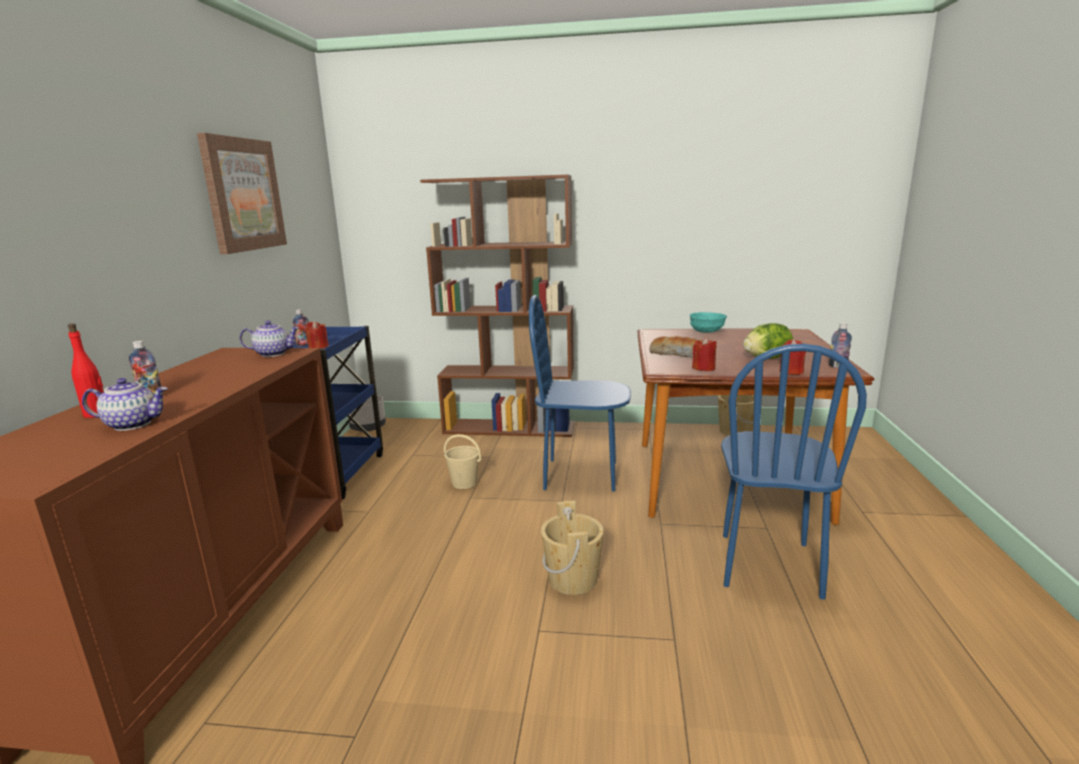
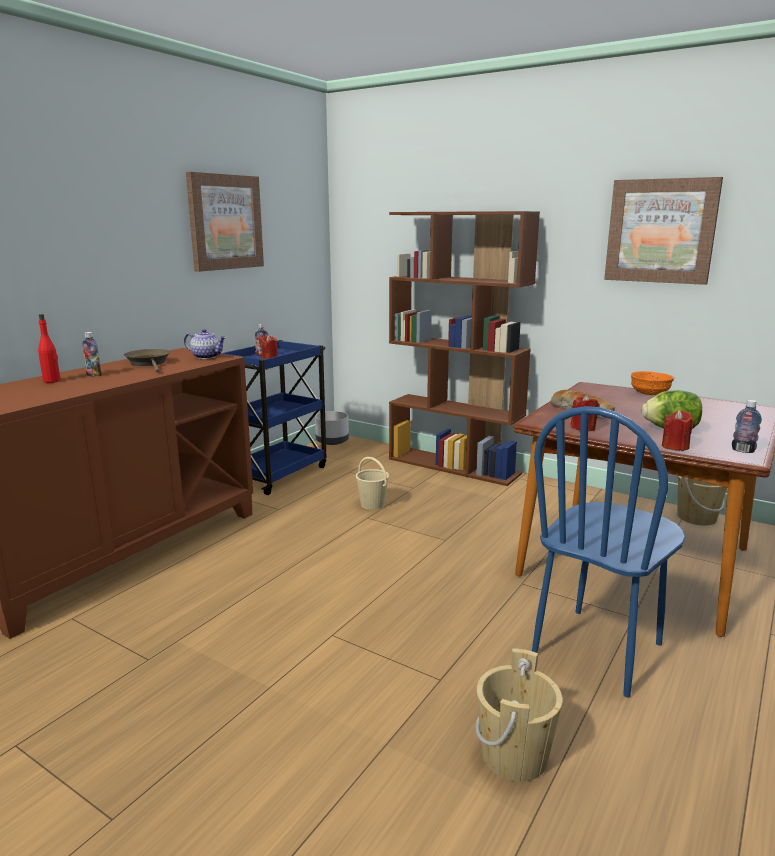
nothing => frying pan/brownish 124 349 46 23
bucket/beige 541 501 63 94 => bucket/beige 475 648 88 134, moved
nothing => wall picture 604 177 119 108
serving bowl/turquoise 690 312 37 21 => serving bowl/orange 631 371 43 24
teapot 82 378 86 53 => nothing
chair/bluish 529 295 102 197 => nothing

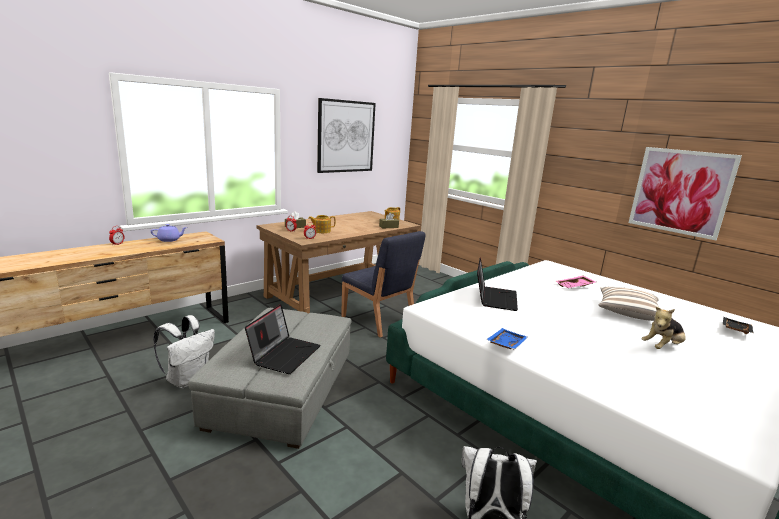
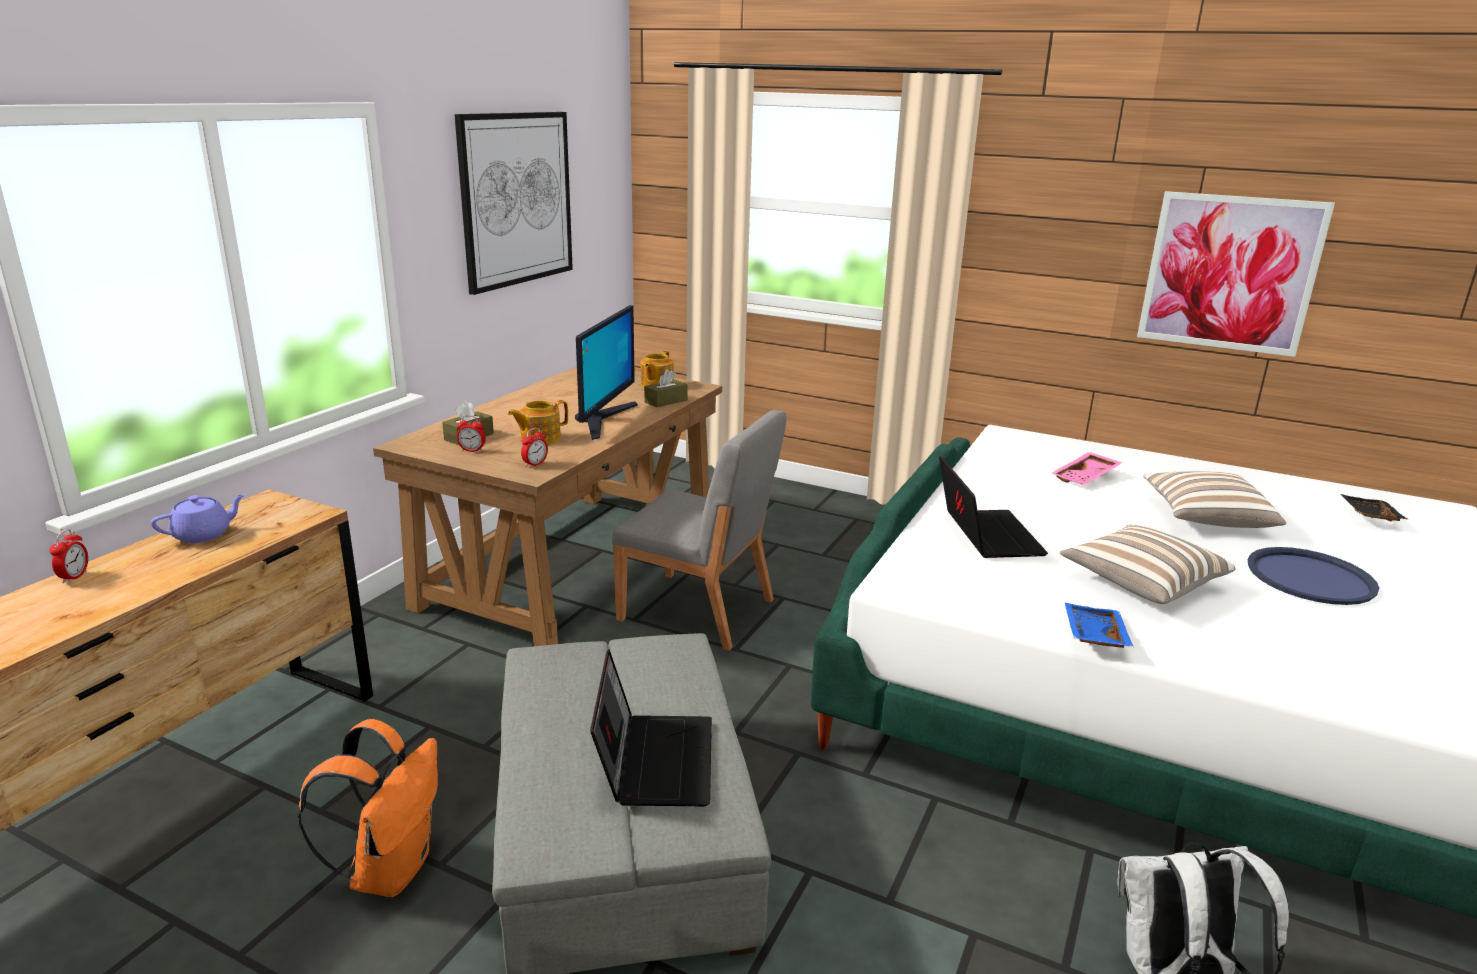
backpack/whitish 154 315 61 73 => backpack/orange 298 719 140 178
nothing => computer display 575 305 63 135
chair/bluish 341 231 85 106 => chair/greyish 612 410 175 241
nothing => pillow 1059 525 176 79
plush toy 641 307 45 42 => serving tray/bluish 1248 547 131 58

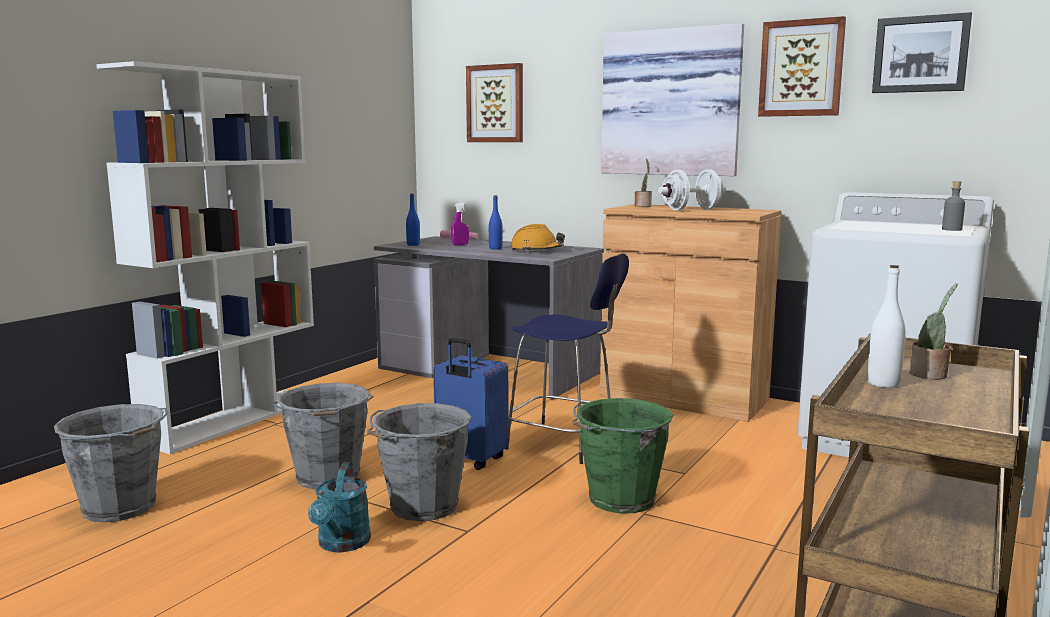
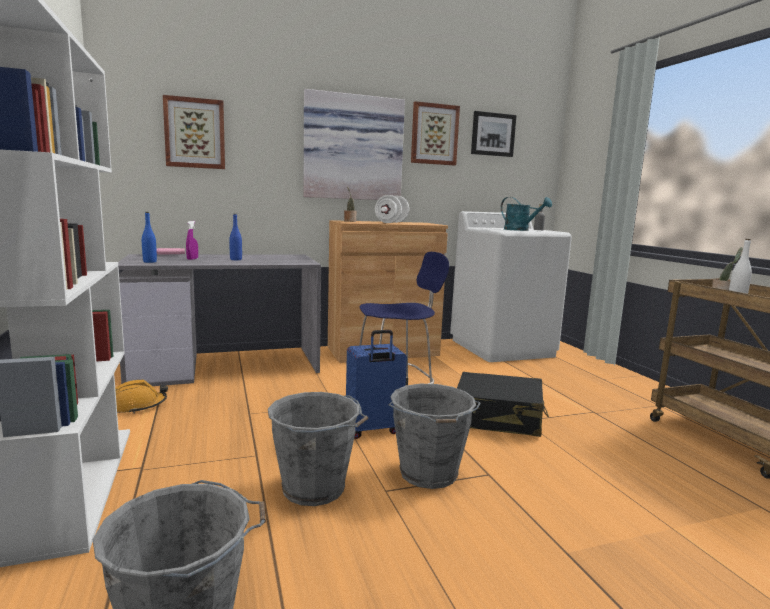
safety helmet/orange 511 224 54 28 => safety helmet/orange 115 379 53 35, moved
bucket/green 572 398 101 115 => piece of luggage/blackish 457 372 92 65
watering can/turquoise 308 462 63 91 => watering can/turquoise 501 197 51 34, moved

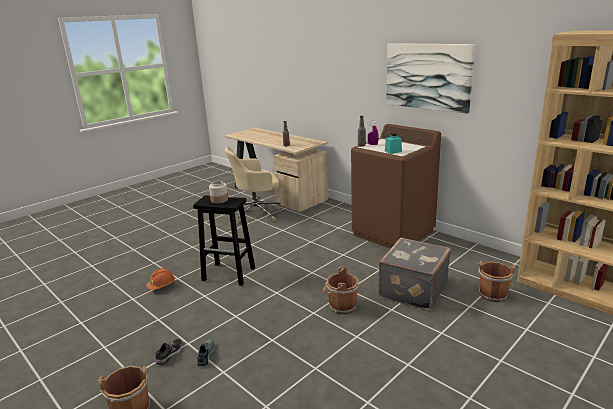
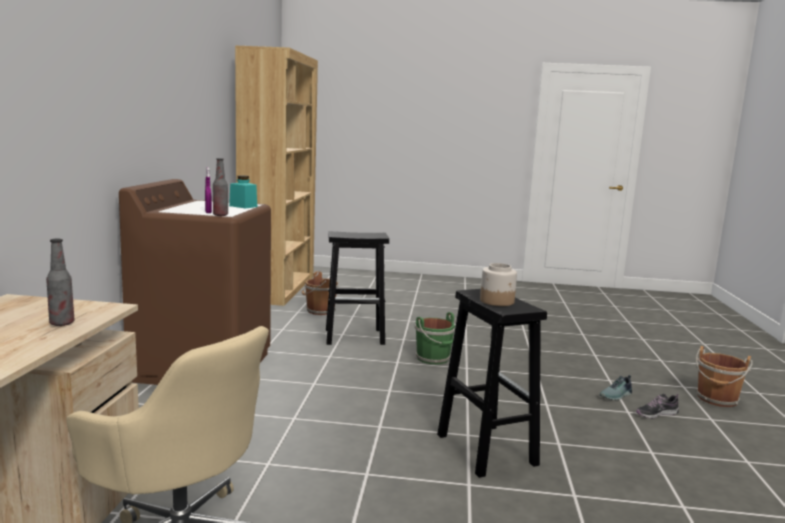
piece of luggage/greyish 378 238 73 73 => stool/blackish 326 231 63 114
bucket/brownish 323 266 36 48 => bucket/green 415 312 41 52
safety helmet/orange 146 268 29 22 => nothing
wall picture 386 43 89 71 => nothing

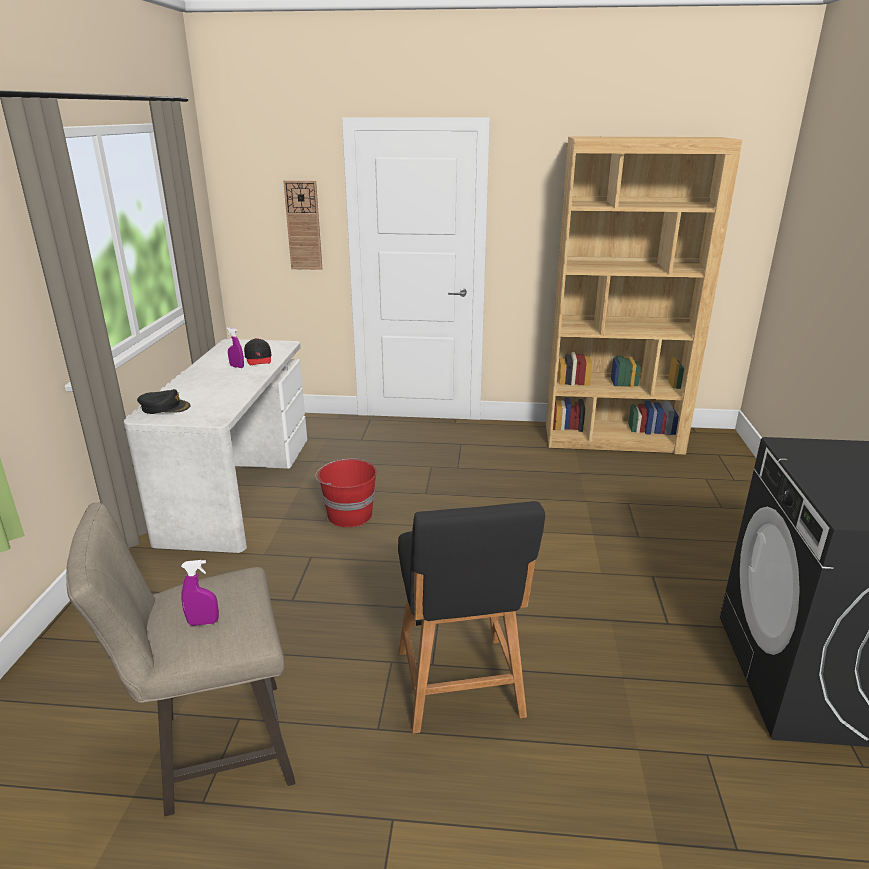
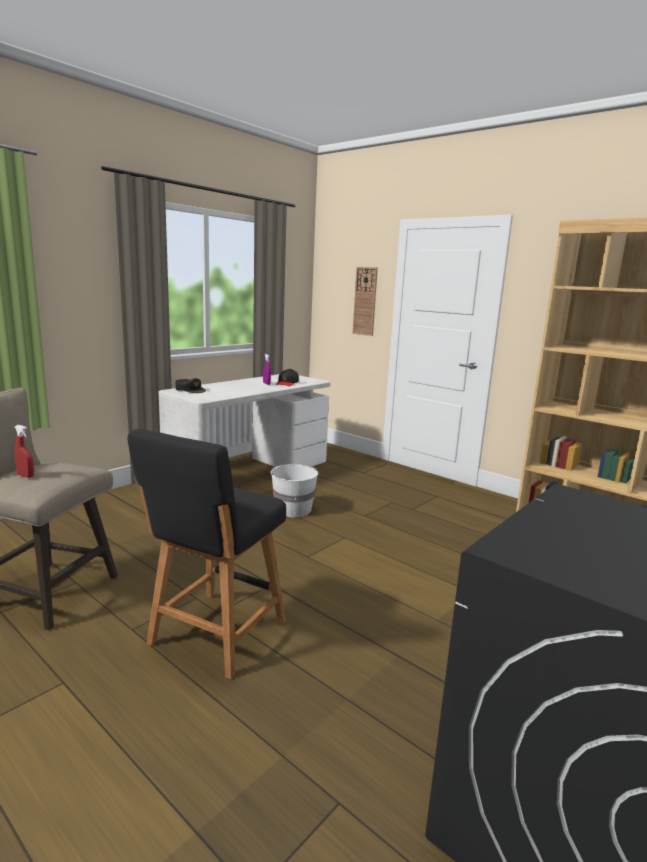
sprayer/purplish 181 560 38 66 => sprayer/red 14 425 20 53
bucket/red 315 458 62 69 => bucket/whitish 269 464 49 54

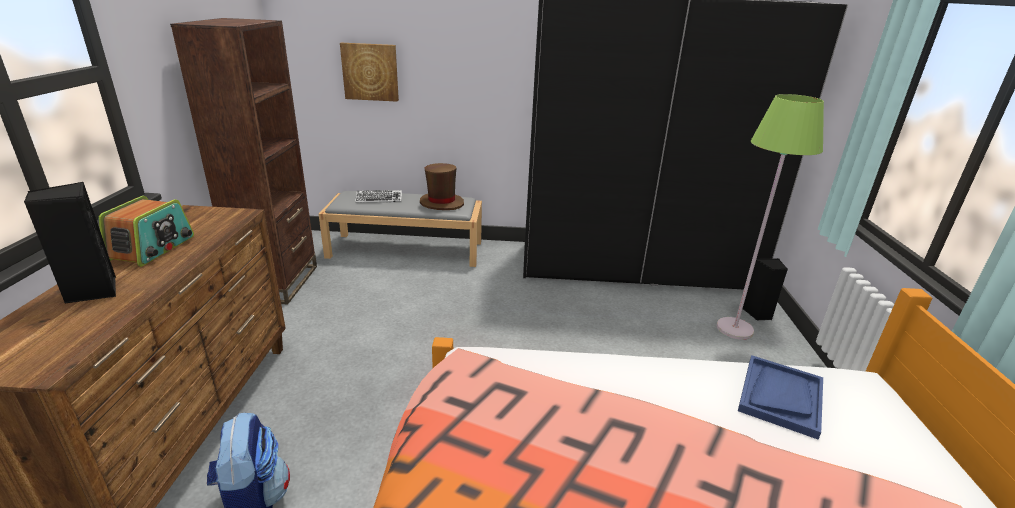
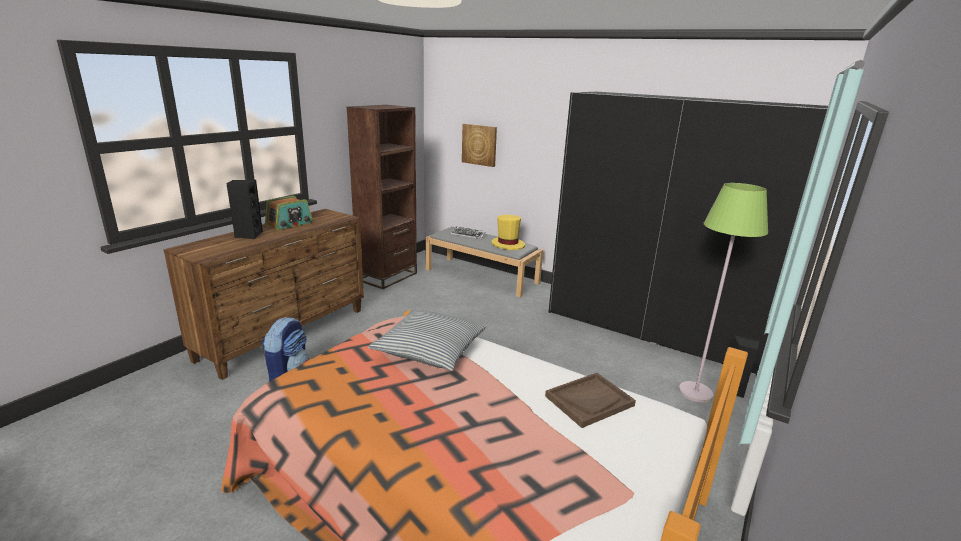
nothing => pillow 368 309 118 62
hat/brownish 420 163 44 47 => hat/yellow-coloured 492 215 33 35
serving tray/bluish 738 355 85 84 => serving tray/brownish 545 373 91 55

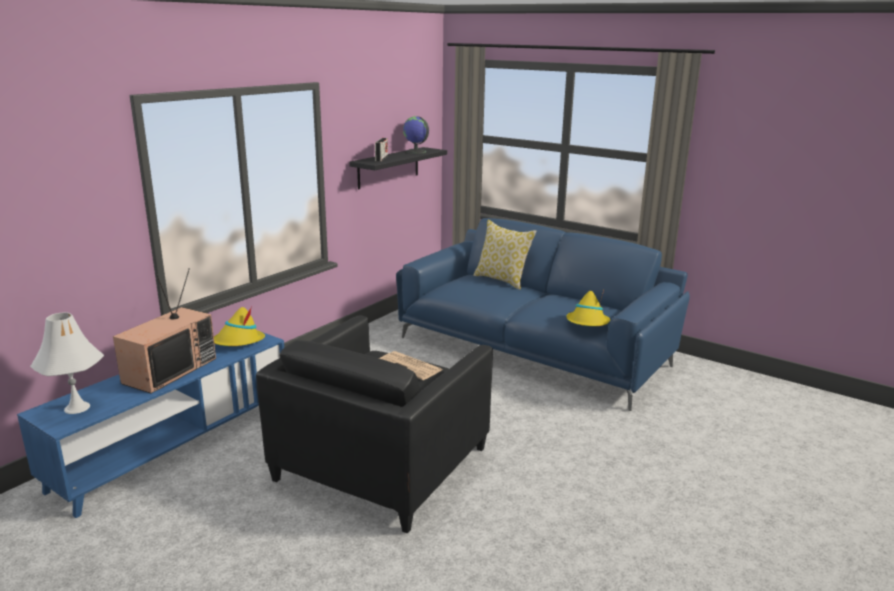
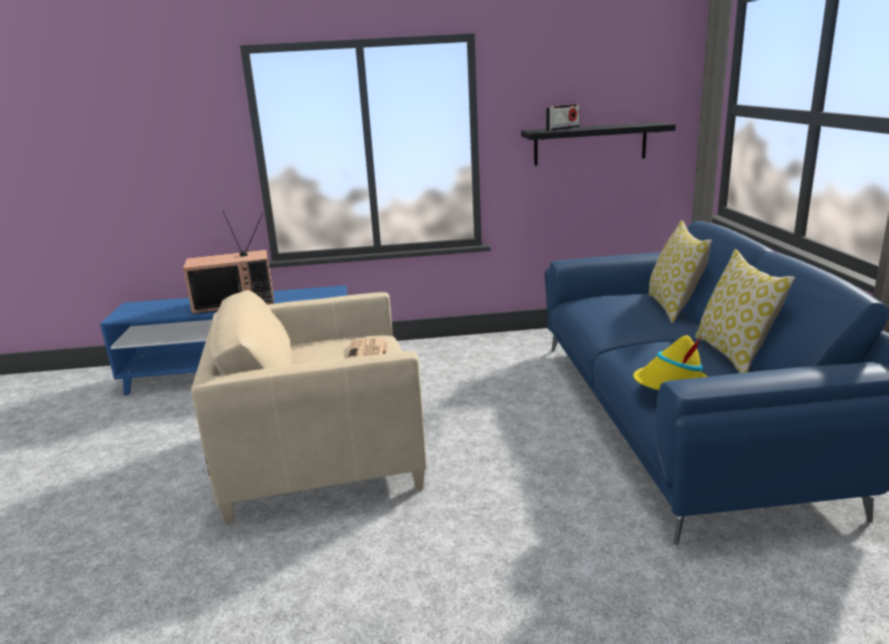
lounge chair/blackish 256 316 237 218 => lounge chair/beige 191 290 236 235
nothing => pillow 695 249 100 124
lamp for a table/whitish 30 312 74 102 => nothing
hat/yellow-coloured 214 306 51 40 => nothing
globe 403 116 26 38 => nothing

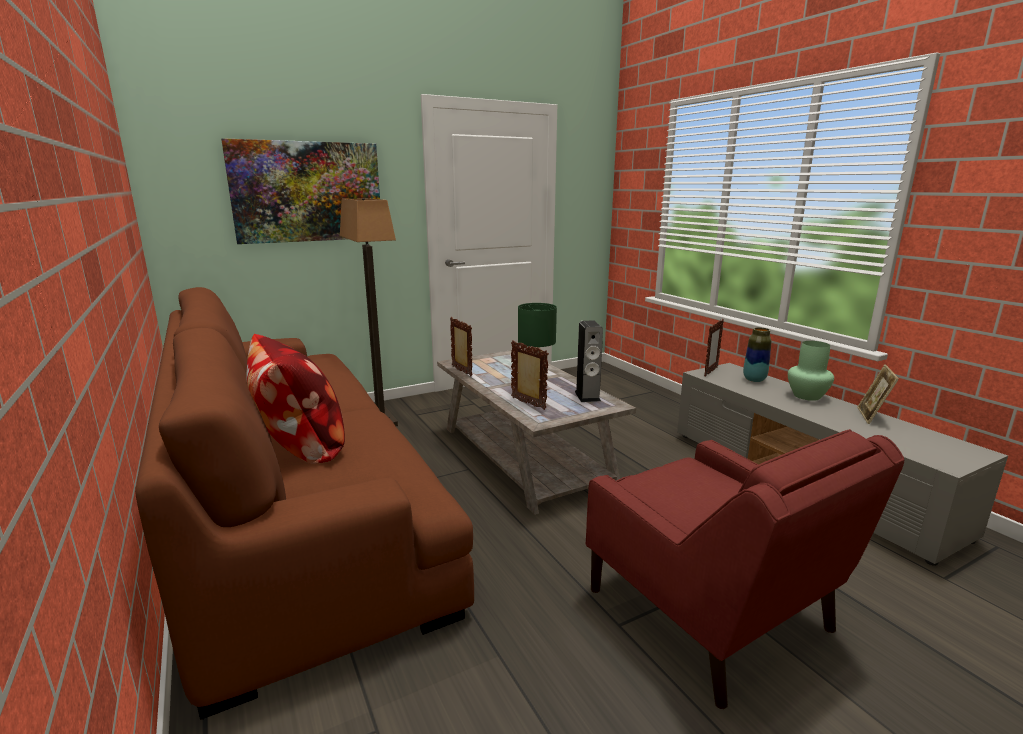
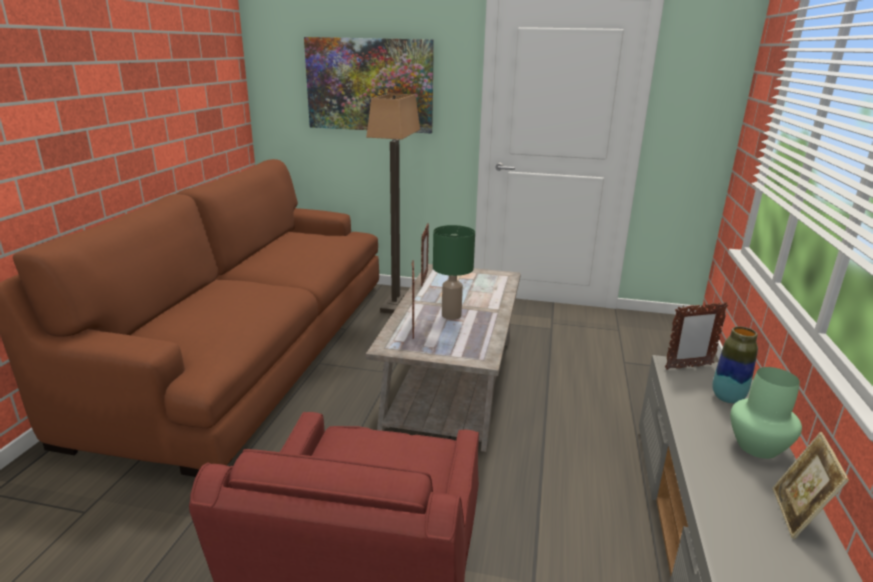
picture frame 857 364 42 60 => picture frame 772 432 77 107, 45 degrees counterclockwise
pillow 246 334 99 130 => nothing
speaker 575 321 28 81 => nothing

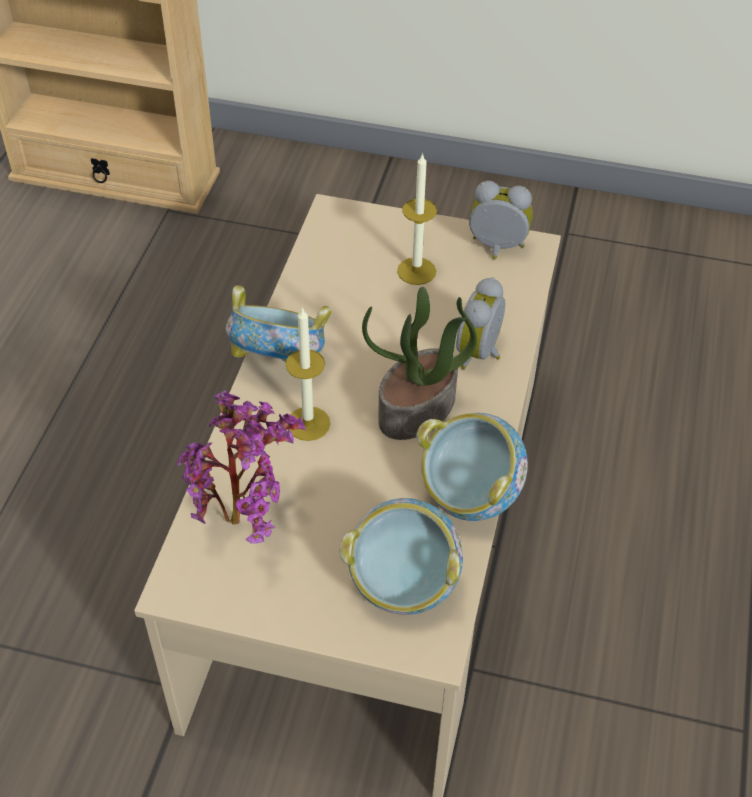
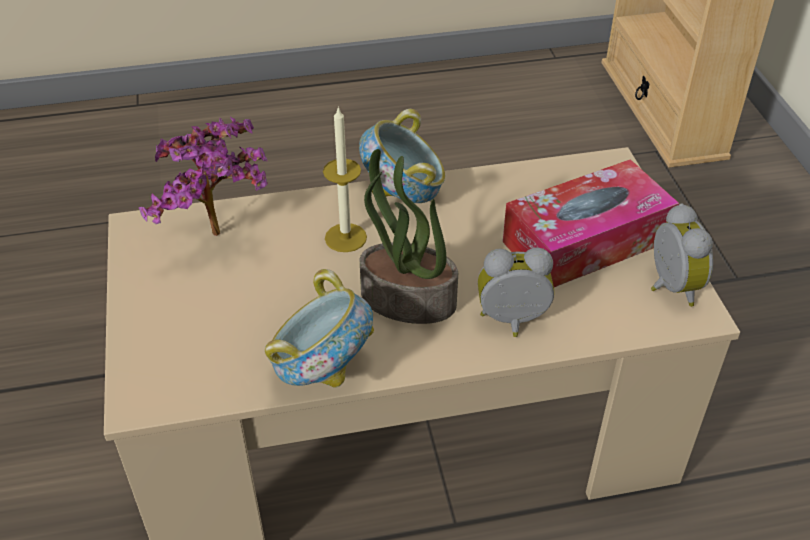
wax candle 397 153 40 132 => tissue holder 503 159 176 128
serving bowl 339 498 124 117 => nothing

